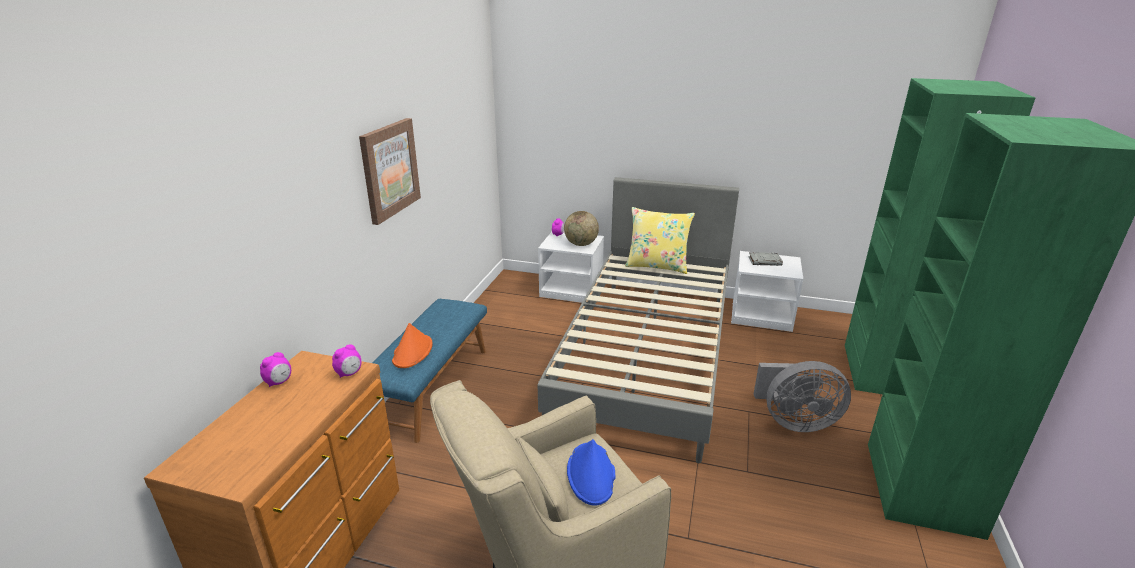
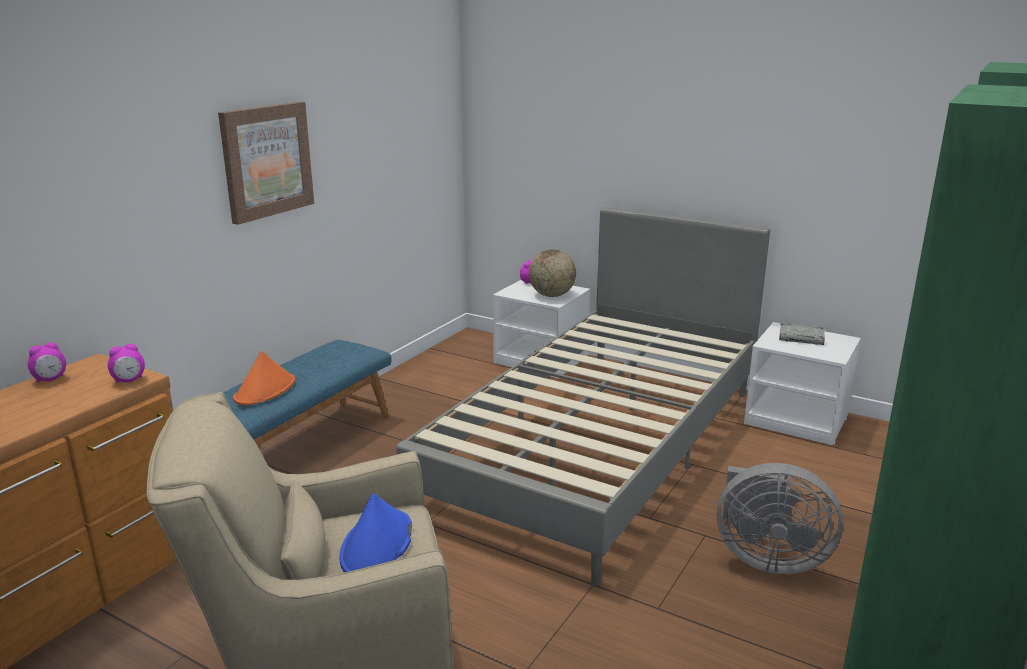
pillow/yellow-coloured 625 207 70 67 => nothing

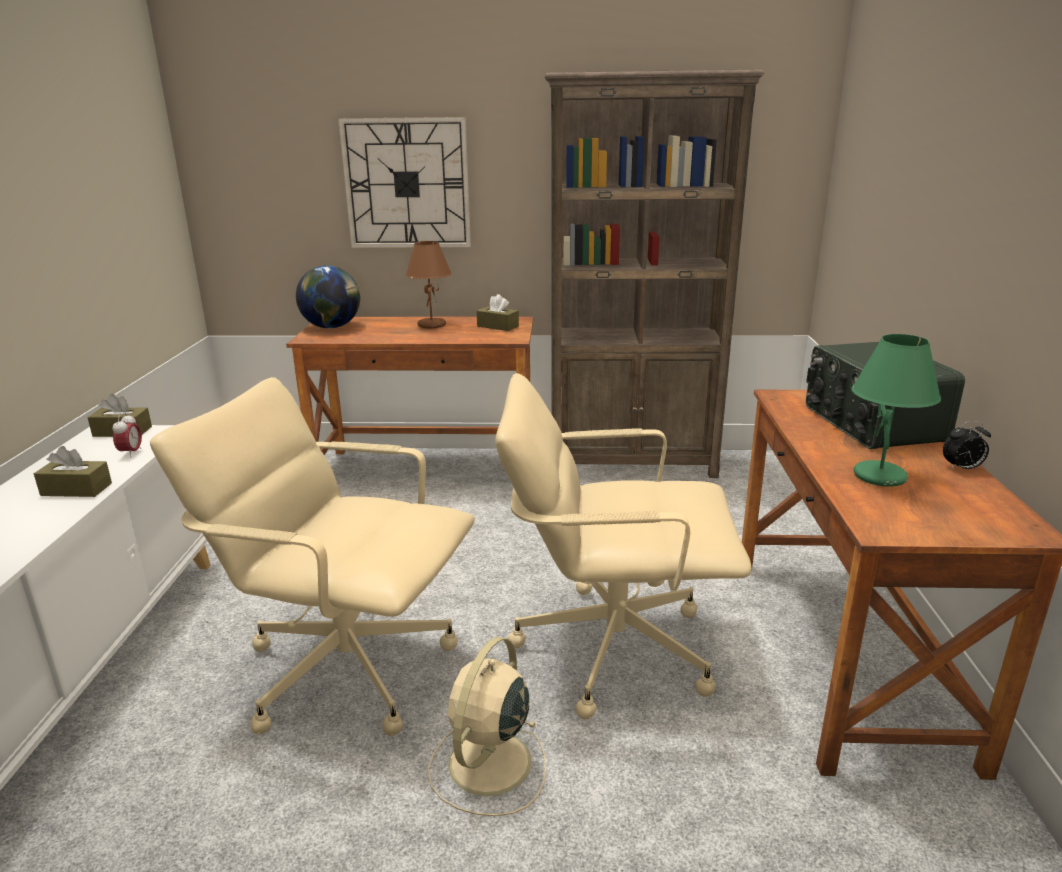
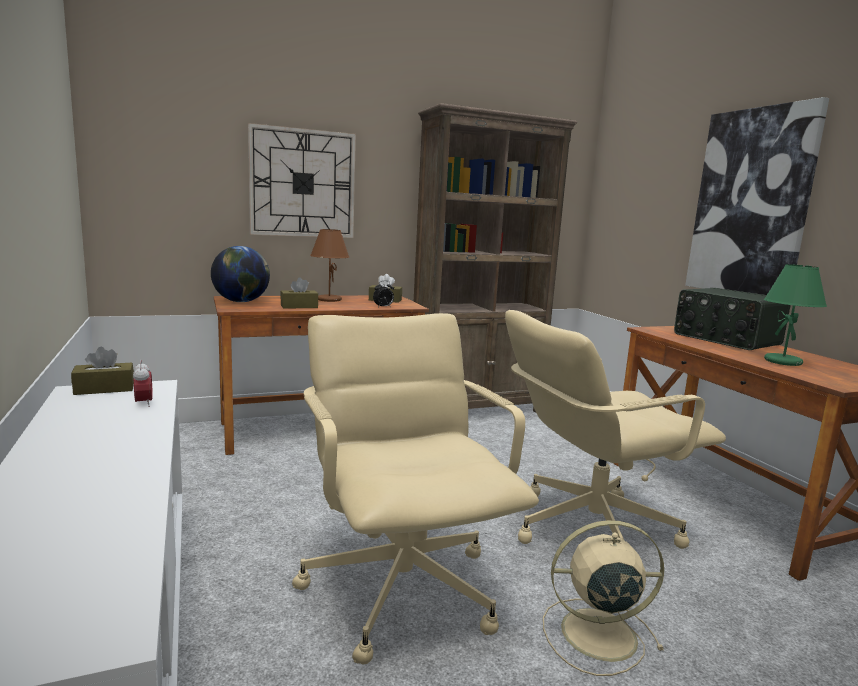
tissue holder/brownish 34 446 78 51 => tissue holder/brownish 280 277 38 32, moved
computer chair/beige 150 377 325 359 => computer chair/beige 292 313 247 352, 75 degrees clockwise
table clock 943 421 48 49 => table clock 373 281 21 26, moved
electric fan/beige 428 637 118 179 => electric fan/beige 543 520 121 156, 90 degrees clockwise
nothing => wall picture 685 97 144 198

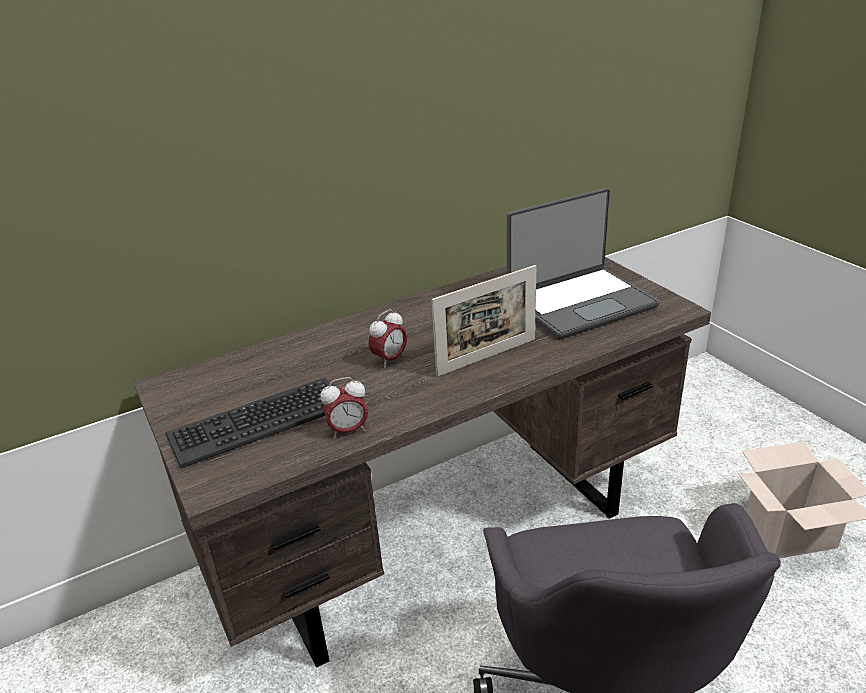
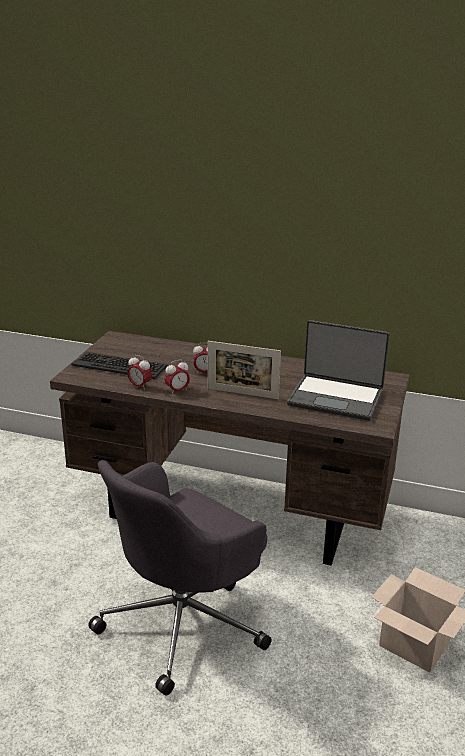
nothing => table clock 165 360 25 35

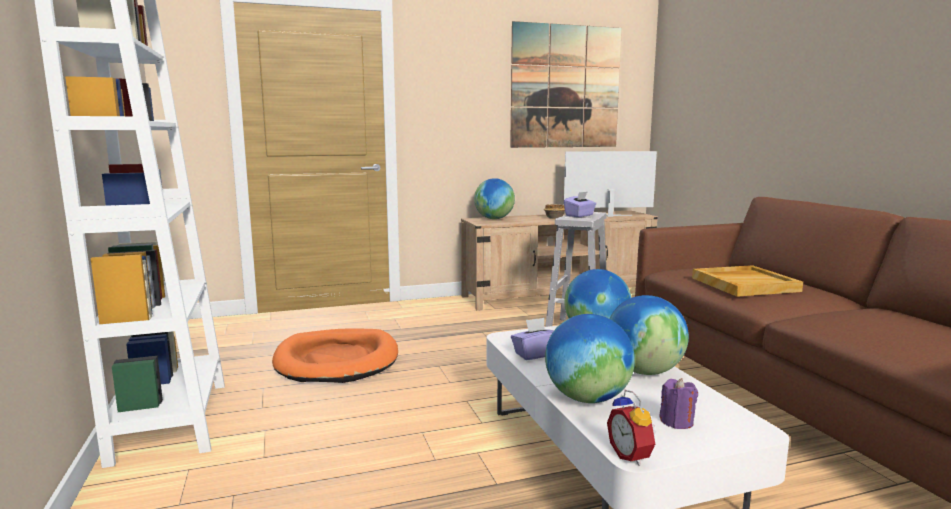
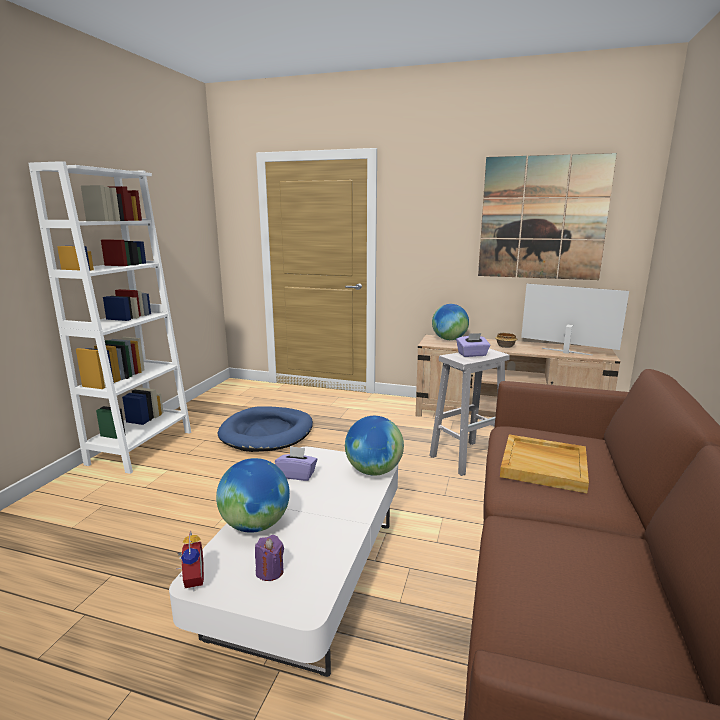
table clock 607 390 50 76 => table clock 176 531 28 60, 150 degrees clockwise
pet bed/orange 272 328 126 55 => pet bed/bluish 218 406 95 46
globe 610 295 79 80 => nothing

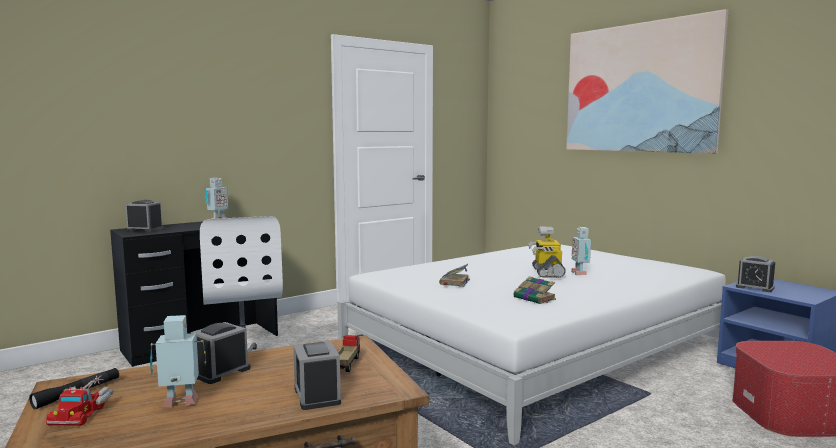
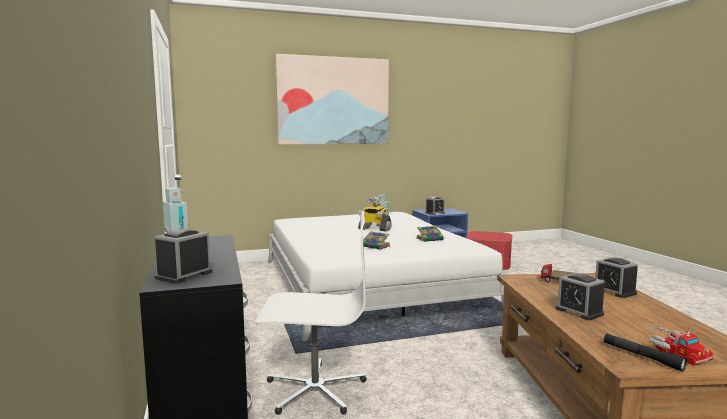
table clock 293 341 48 69 => table clock 595 258 43 40, 60 degrees clockwise
model truck 46 376 67 50 => model truck 649 324 64 41, 45 degrees clockwise
model robot 150 315 56 92 => nothing

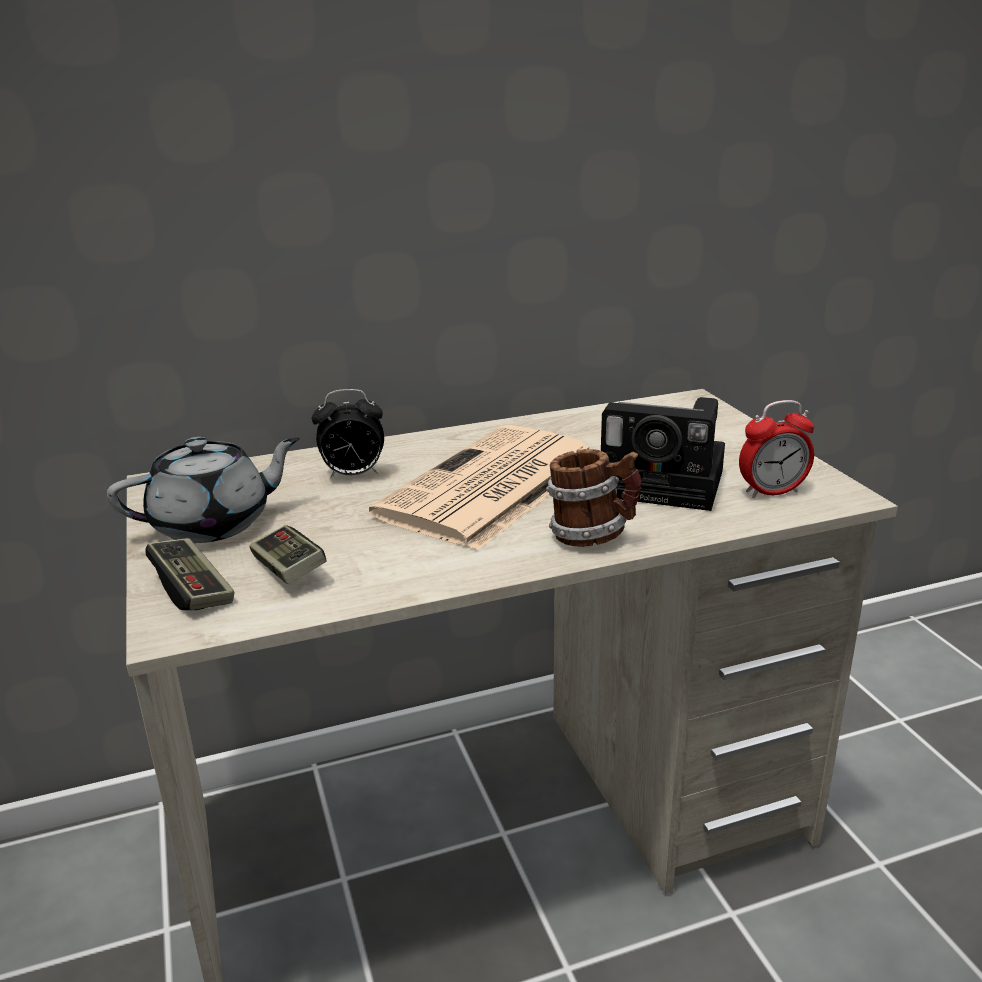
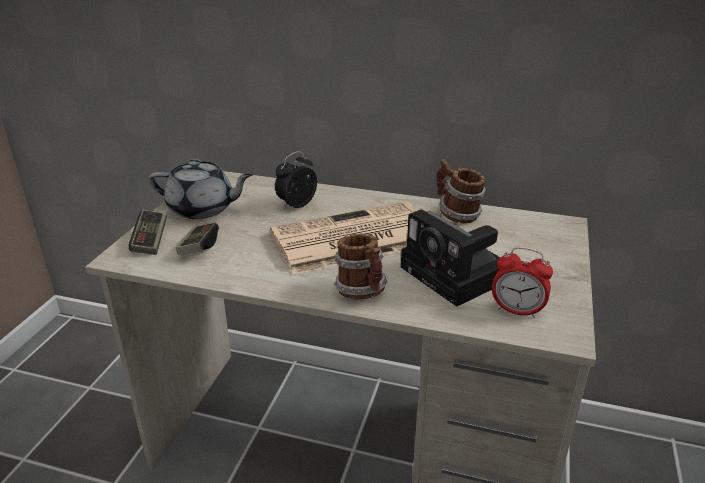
table clock 312 389 72 90 => table clock 275 151 42 58, 105 degrees clockwise
nothing => coffee mug 436 159 50 64

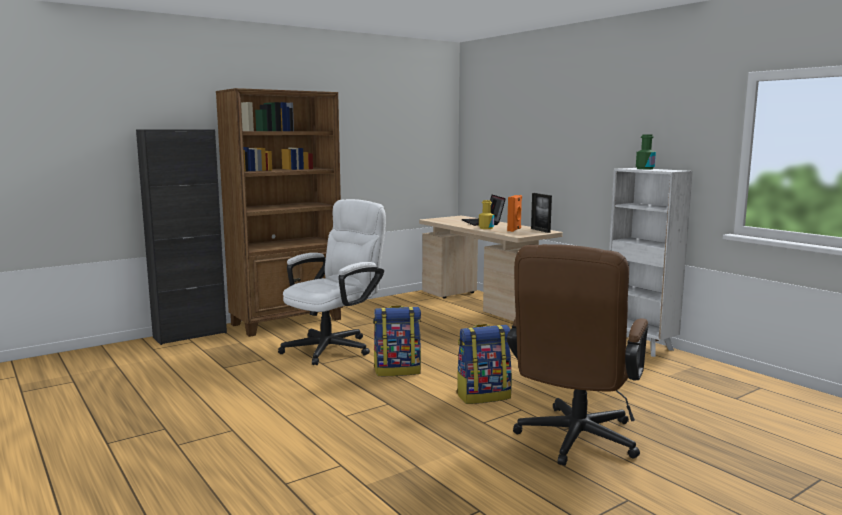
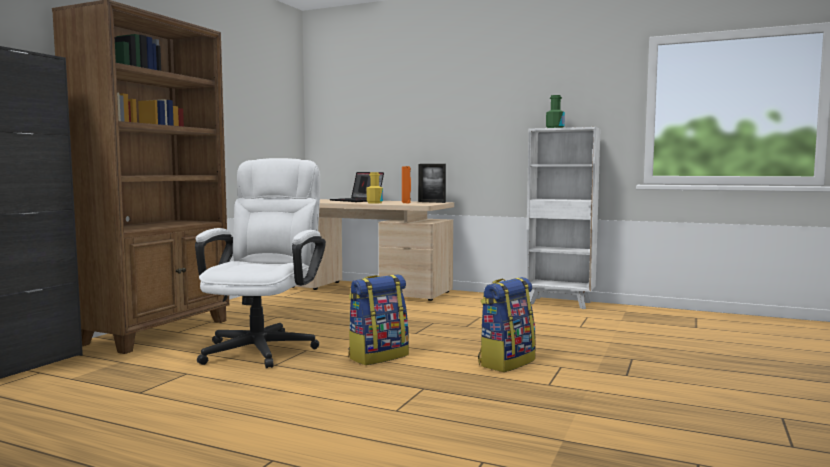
computer chair/brownish 507 244 141 222 => nothing

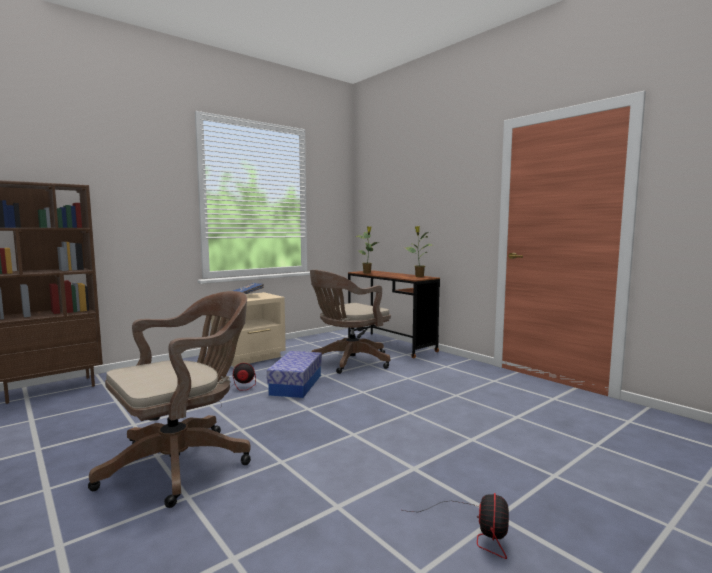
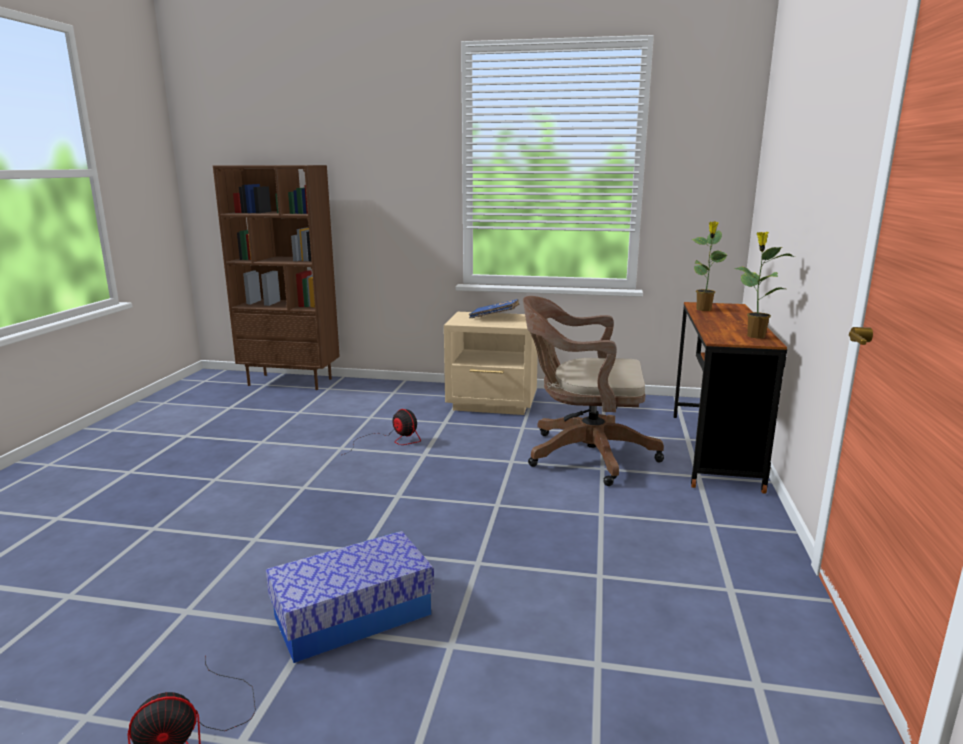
storage container 267 351 55 47 => storage container 266 531 168 132, moved
computer chair/brownish 88 291 163 217 => nothing

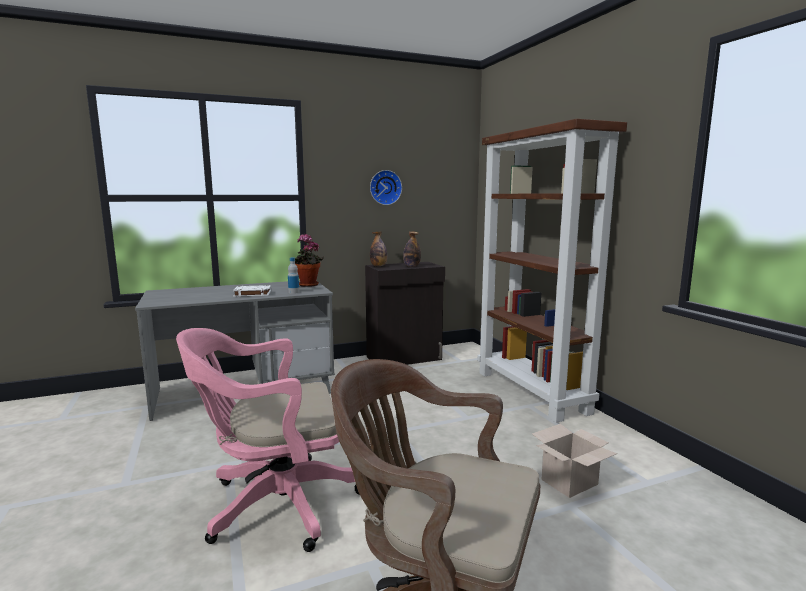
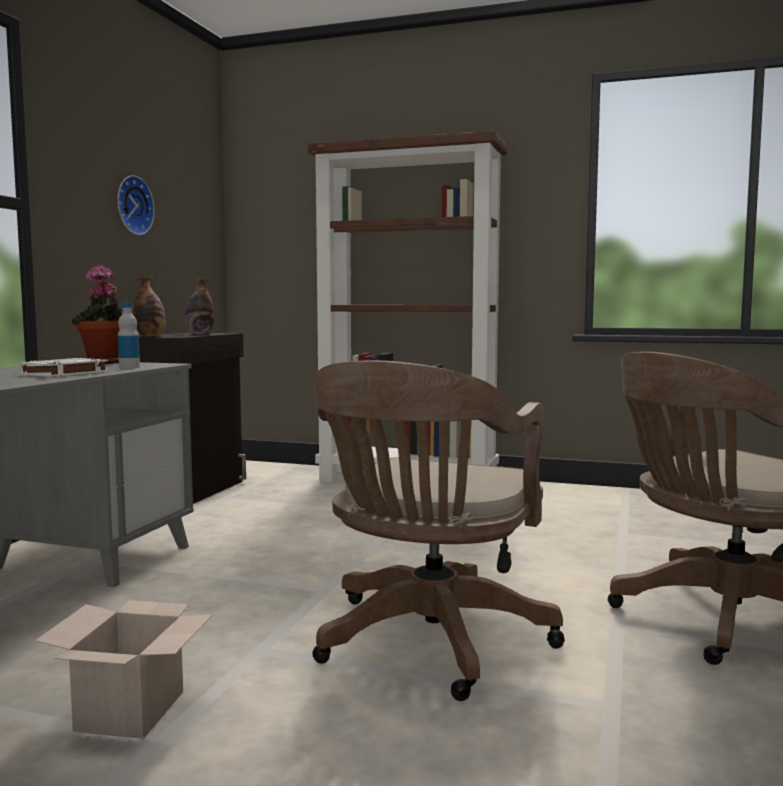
cardboard box 532 424 85 74 => cardboard box 35 600 177 139, moved
computer chair/pinkish 176 328 184 224 => computer chair/brownish 312 360 253 341

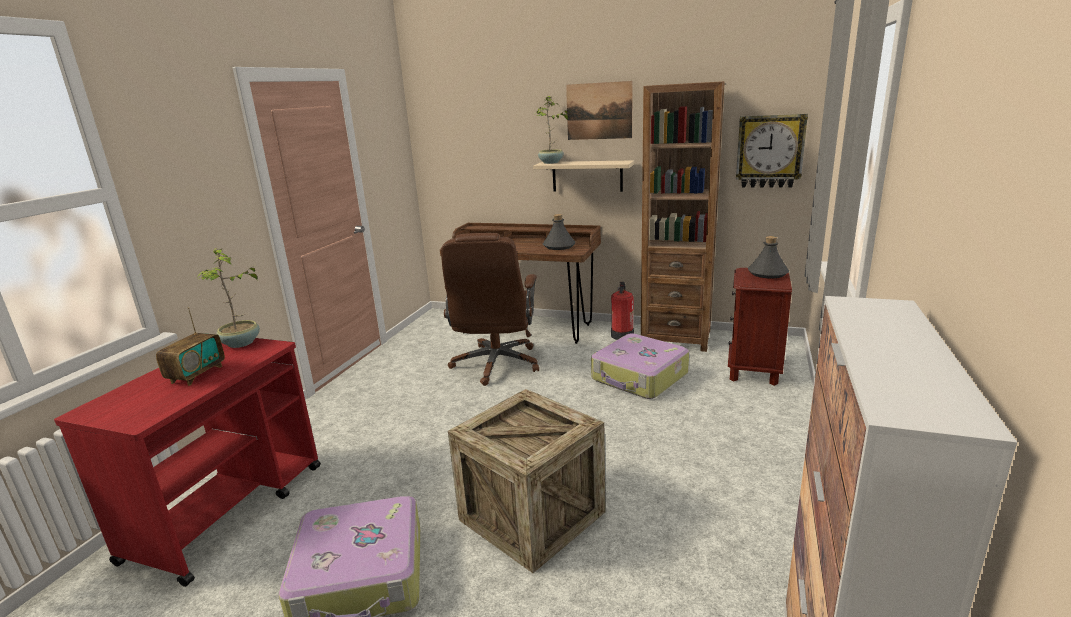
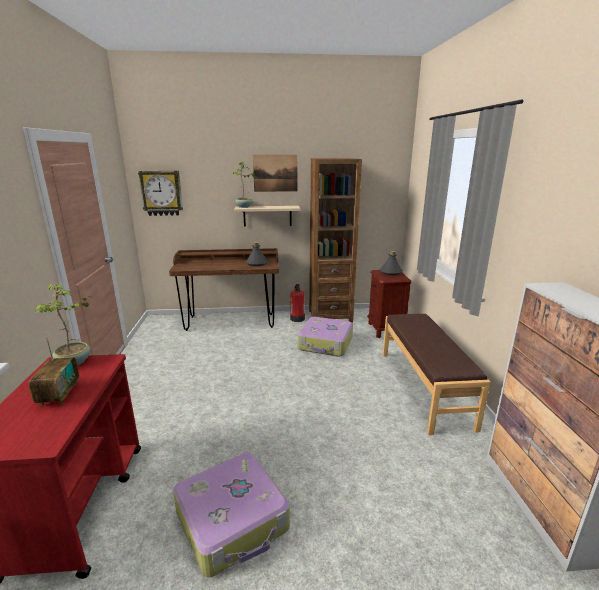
clock on the wall 736 114 72 73 => clock on the wall 138 171 45 45, moved
nothing => bench/brownish 383 314 108 121
computer chair/brownish 441 233 98 153 => nothing
crate 448 389 158 184 => nothing

